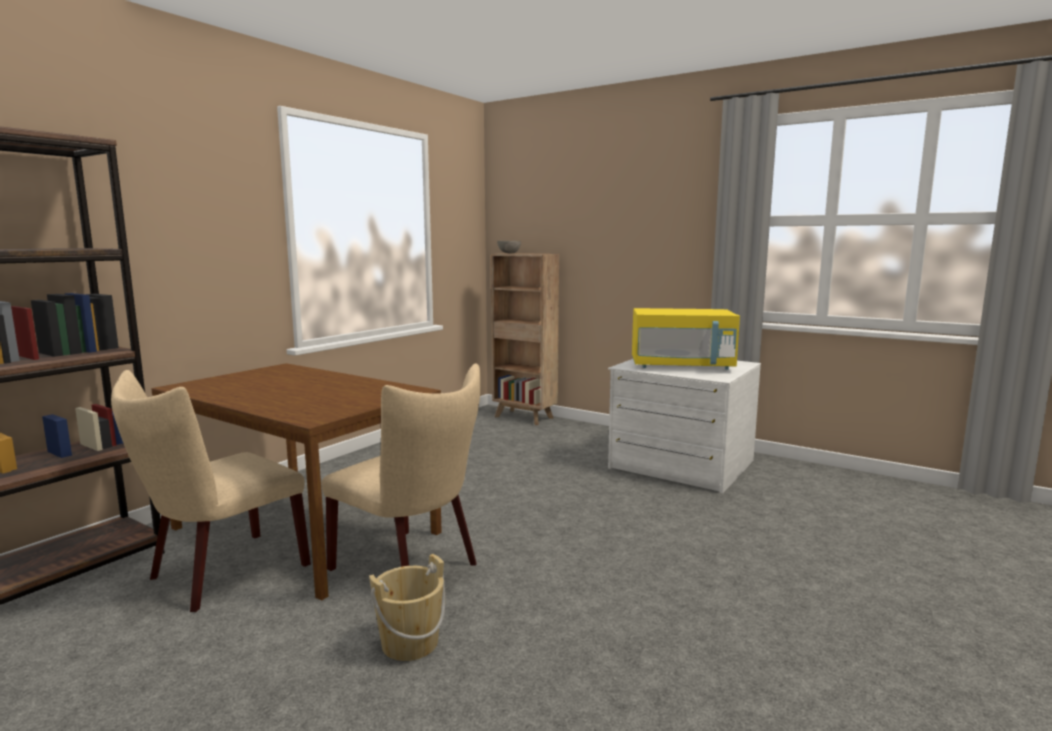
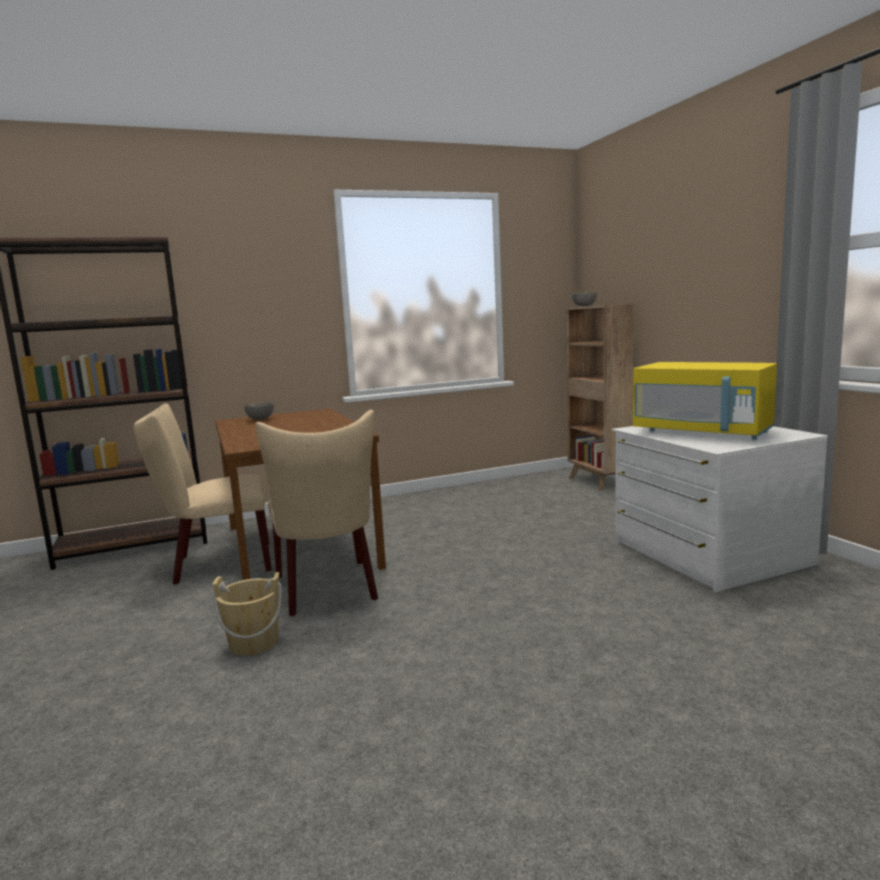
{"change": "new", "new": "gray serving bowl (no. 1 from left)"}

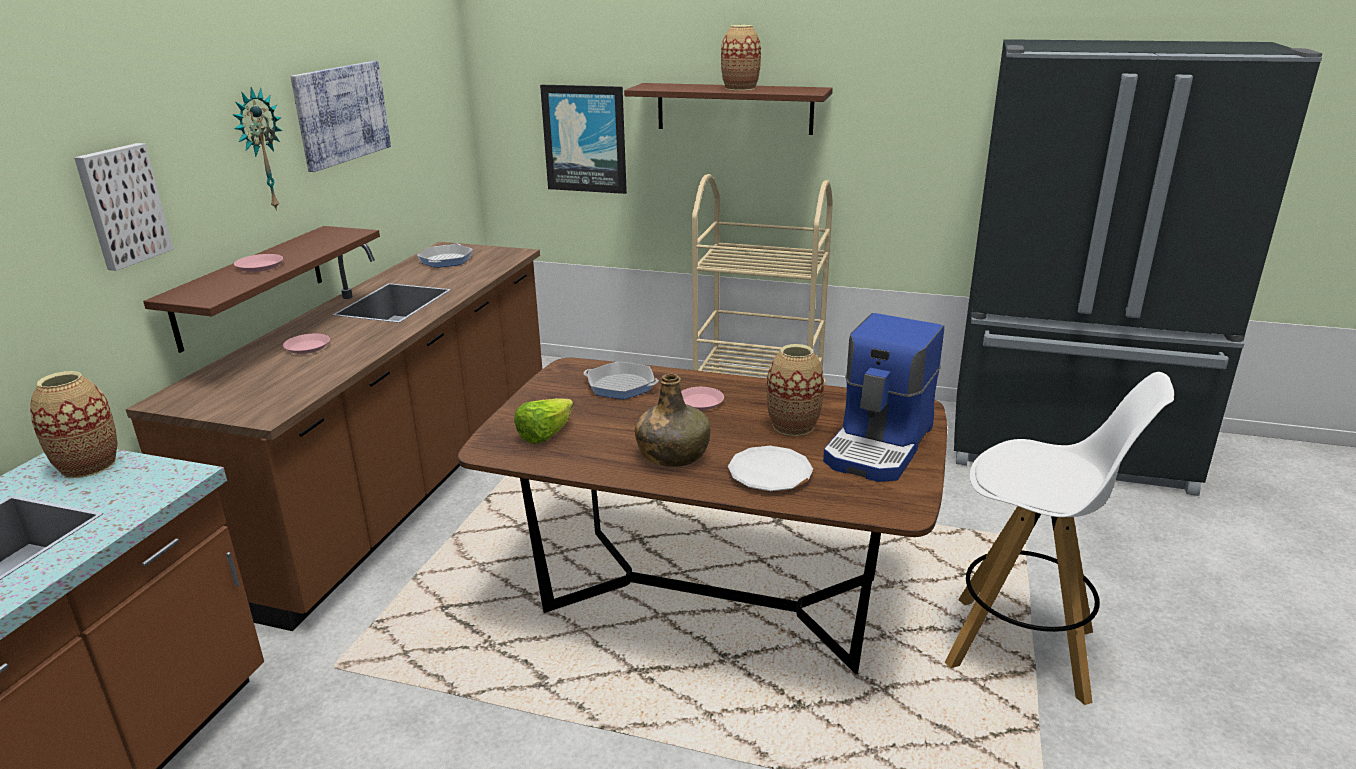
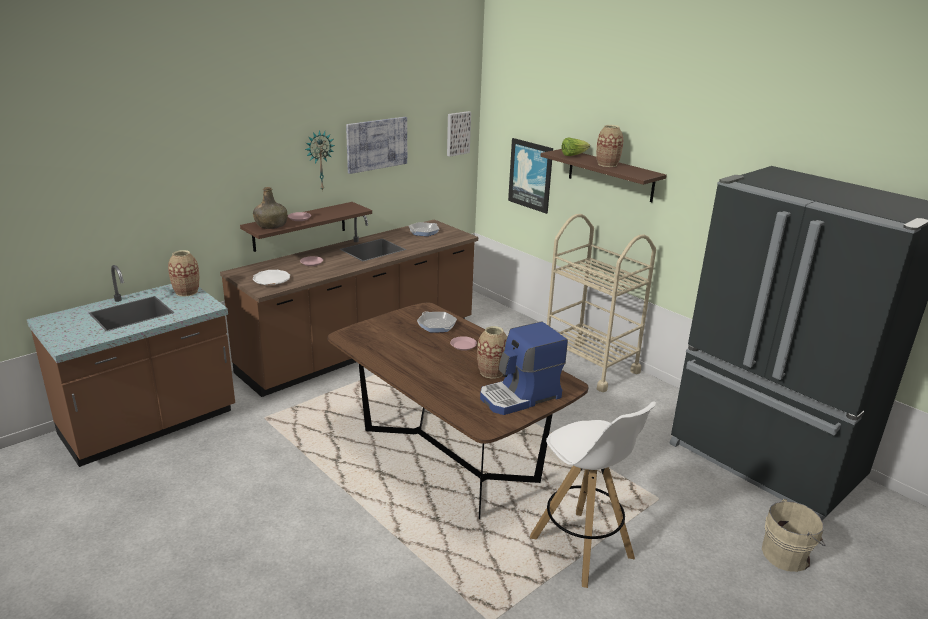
{"change": "shifted", "old": "wall art (no. 1 from left in the first image)", "new": "wall art (no. 2 from left)"}
{"change": "shifted", "old": "head of lettuce"}
{"change": "shifted", "old": "greenish drink bottle"}
{"change": "shifted", "old": "whitish flat dish"}
{"change": "new", "new": "sand-coloured water bucket"}

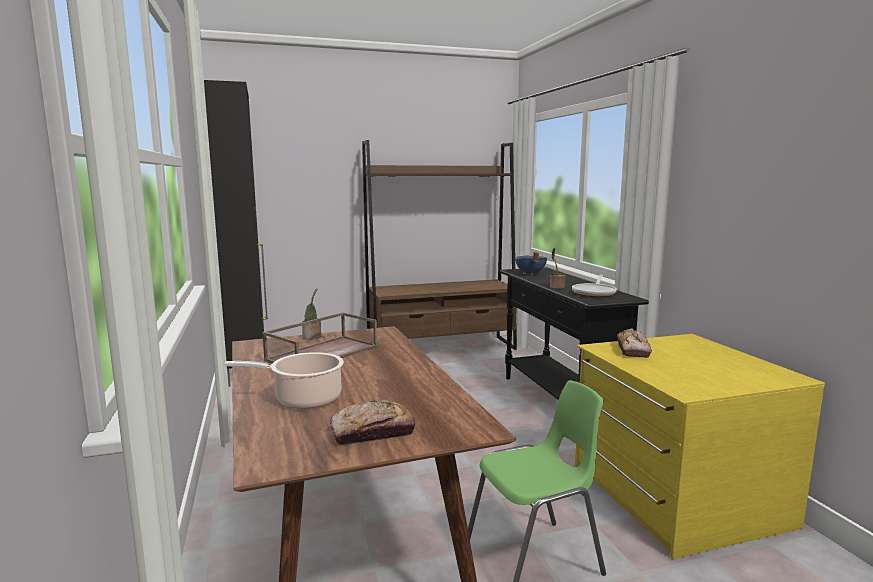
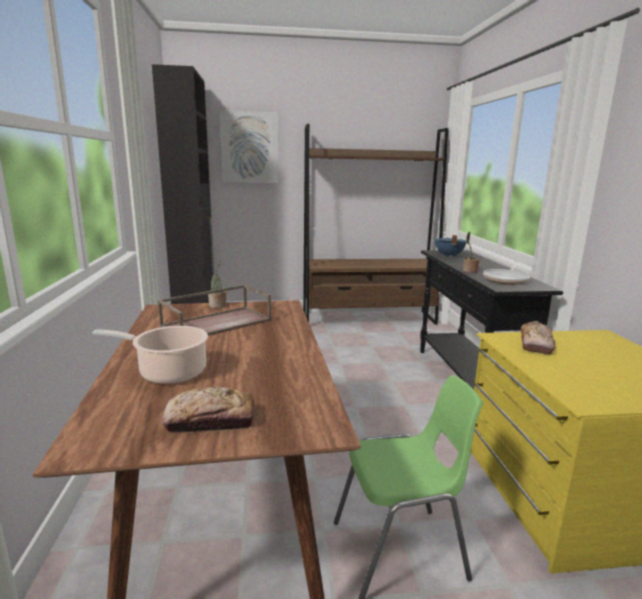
{"change": "new", "new": "wall art"}

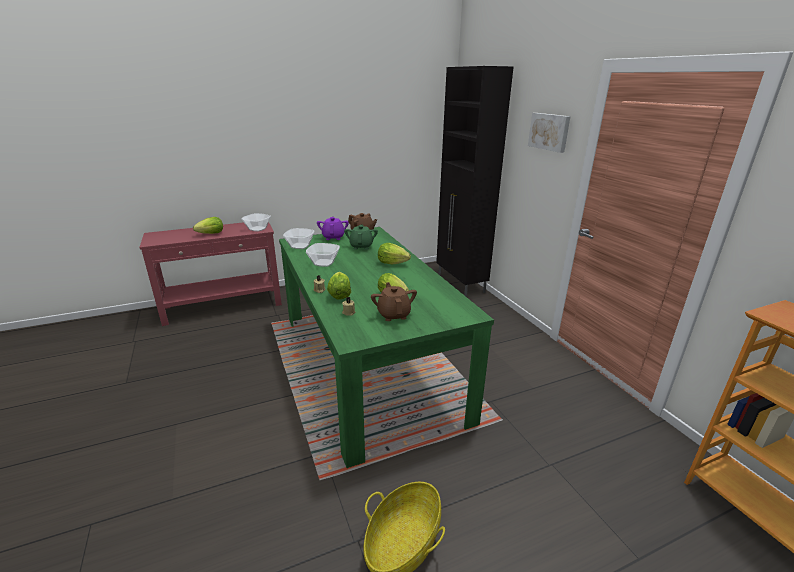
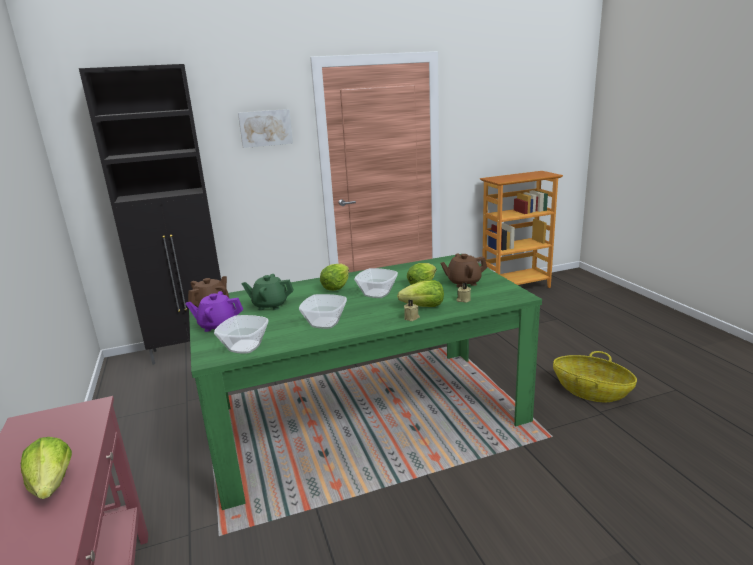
{"change": "shifted", "old": "serving bowl (no. 1 from left in the first image)", "new": "serving bowl (no. 3 from left)"}

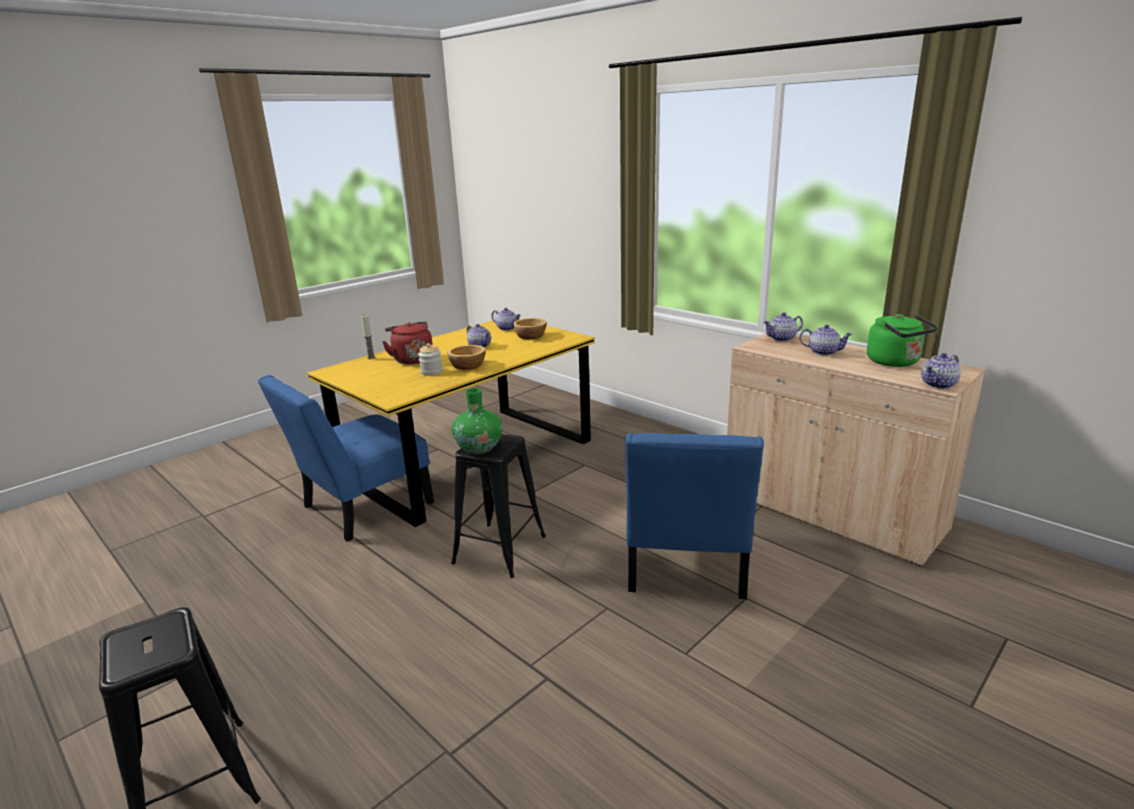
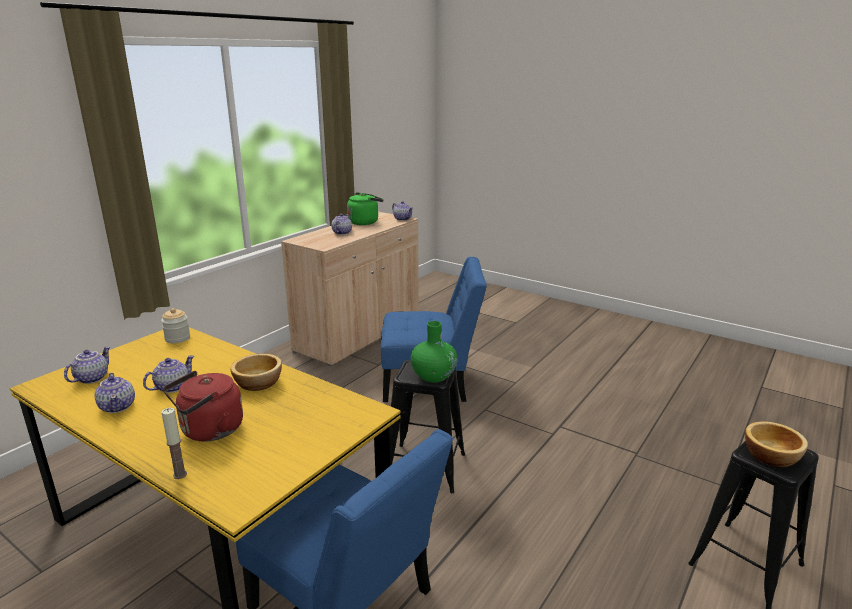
{"change": "shifted", "old": "storage jar"}
{"change": "shifted", "old": "serving bowl (no. 2 from left)"}
{"change": "shifted", "old": "pot for tea (no. 3 from left in the first image)", "new": "pot for tea (no. 2 from left)"}

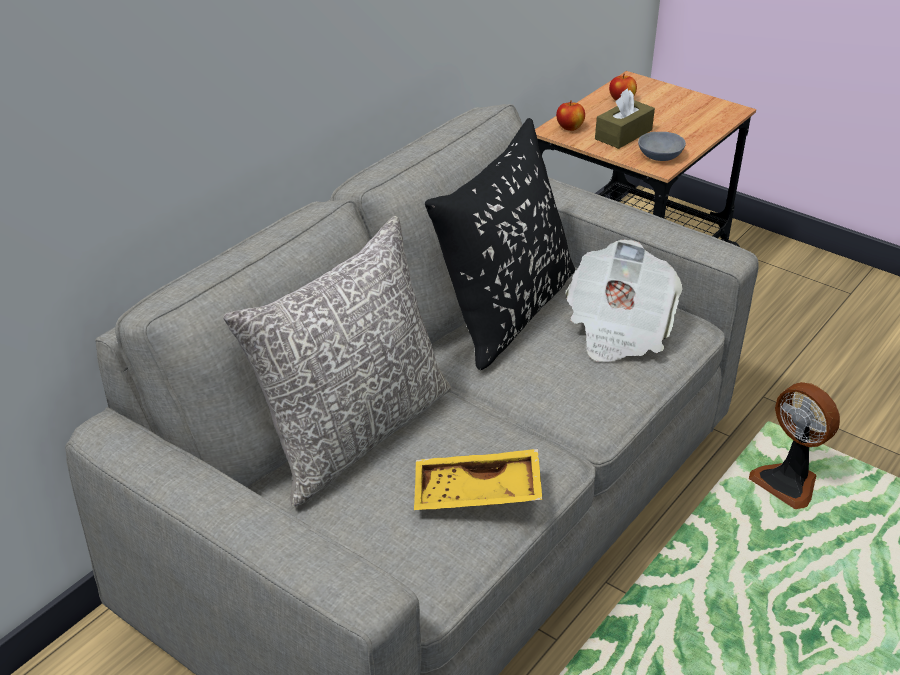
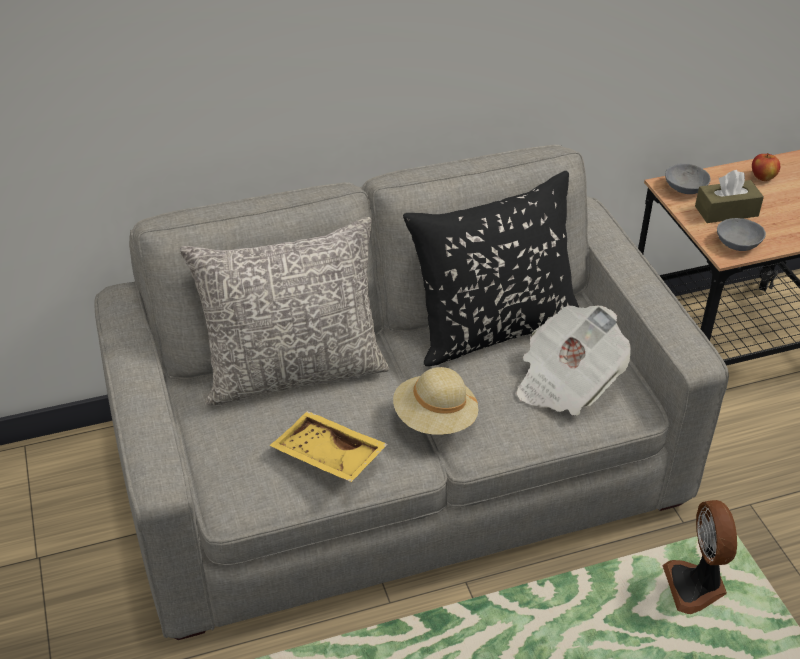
{"change": "swapped", "old": "apple (no. 1 from left)", "new": "gray serving bowl (no. 1 from left)"}
{"change": "new", "new": "sand-coloured hat"}

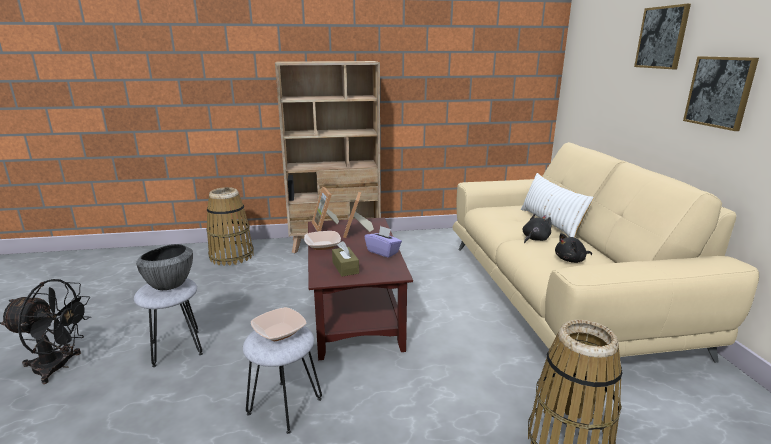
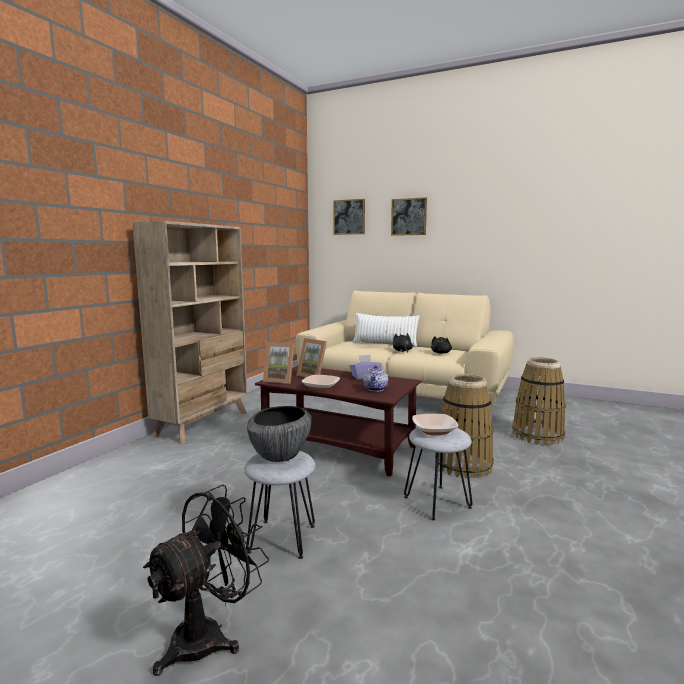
{"change": "shifted", "old": "storage basket (no. 1 from left)"}
{"change": "swapped", "old": "brown-coloured box of tissues", "new": "pot for tea"}
{"change": "shifted", "old": "wall art (no. 2 from left in the first image)", "new": "wall art (no. 1 from left)"}

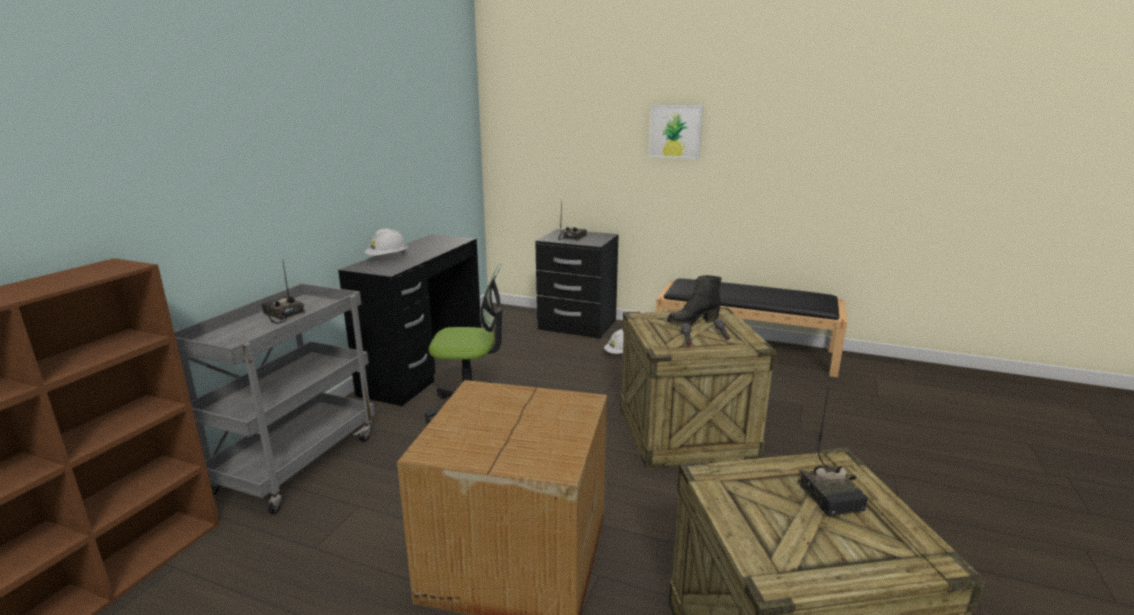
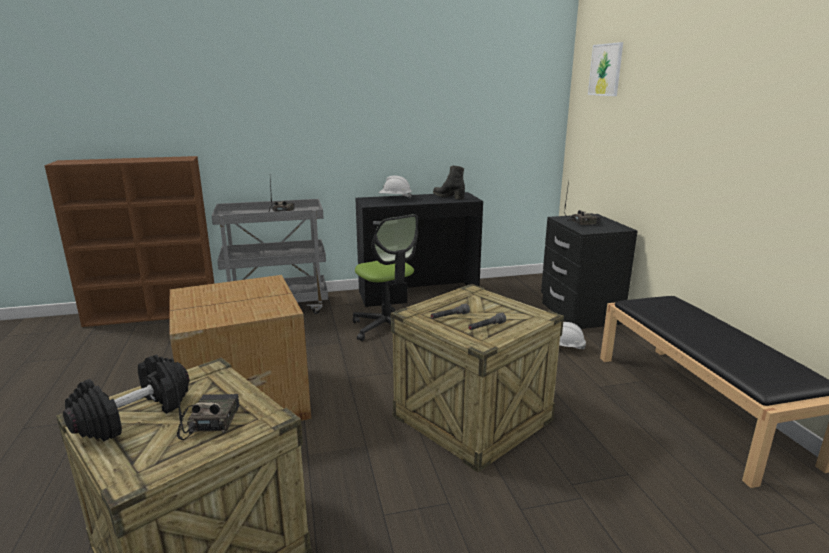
{"change": "shifted", "old": "wall art"}
{"change": "shifted", "old": "black boot"}
{"change": "rotated", "old": "radio (no. 3 from left in the first image)", "degrees": 135}
{"change": "new", "new": "black hand weight"}

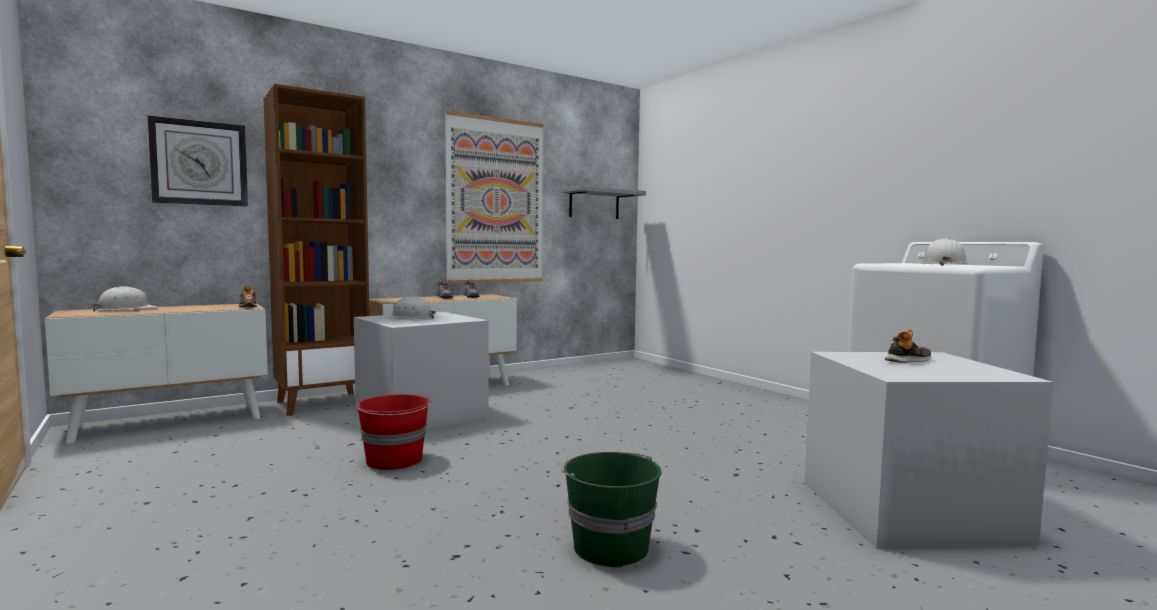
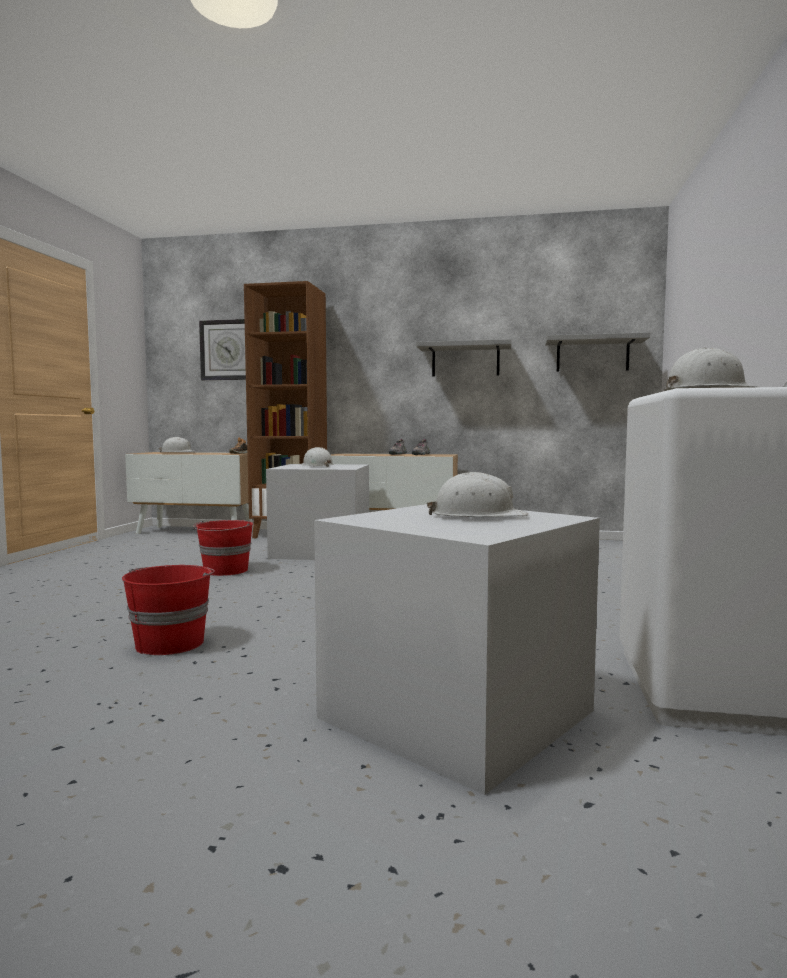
{"change": "swapped", "old": "wall art", "new": "gray shelf (no. 1 from left)"}
{"change": "repainted", "old": "greenish water bucket", "new": "red-coloured water bucket (no. 1 from left)"}
{"change": "swapped", "old": "low shoe (no. 4 from left)", "new": "whitish hard hat (no. 3 from left)"}

